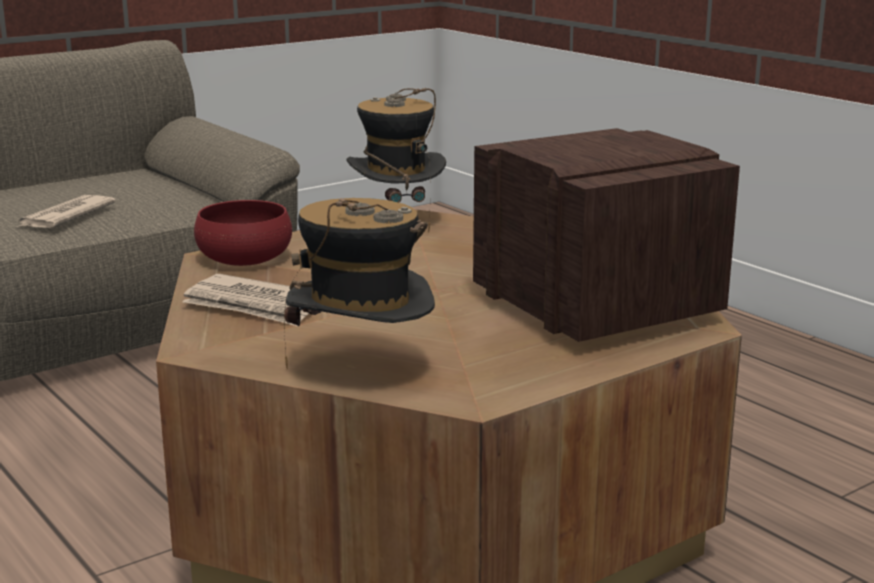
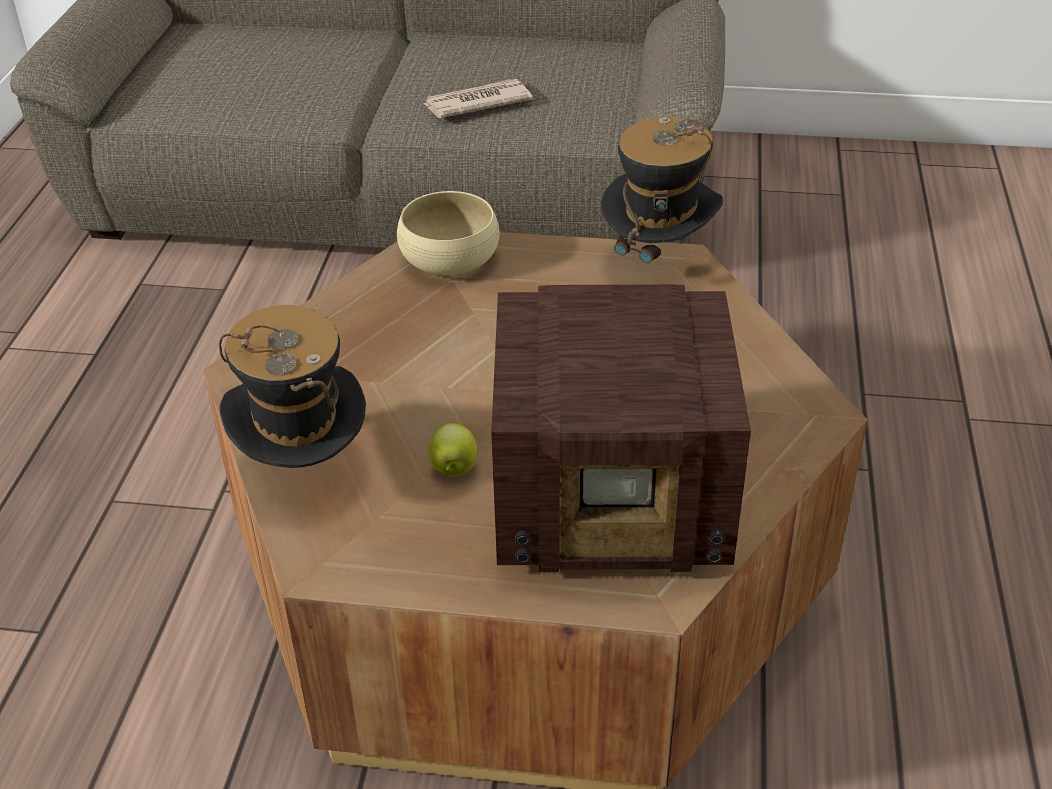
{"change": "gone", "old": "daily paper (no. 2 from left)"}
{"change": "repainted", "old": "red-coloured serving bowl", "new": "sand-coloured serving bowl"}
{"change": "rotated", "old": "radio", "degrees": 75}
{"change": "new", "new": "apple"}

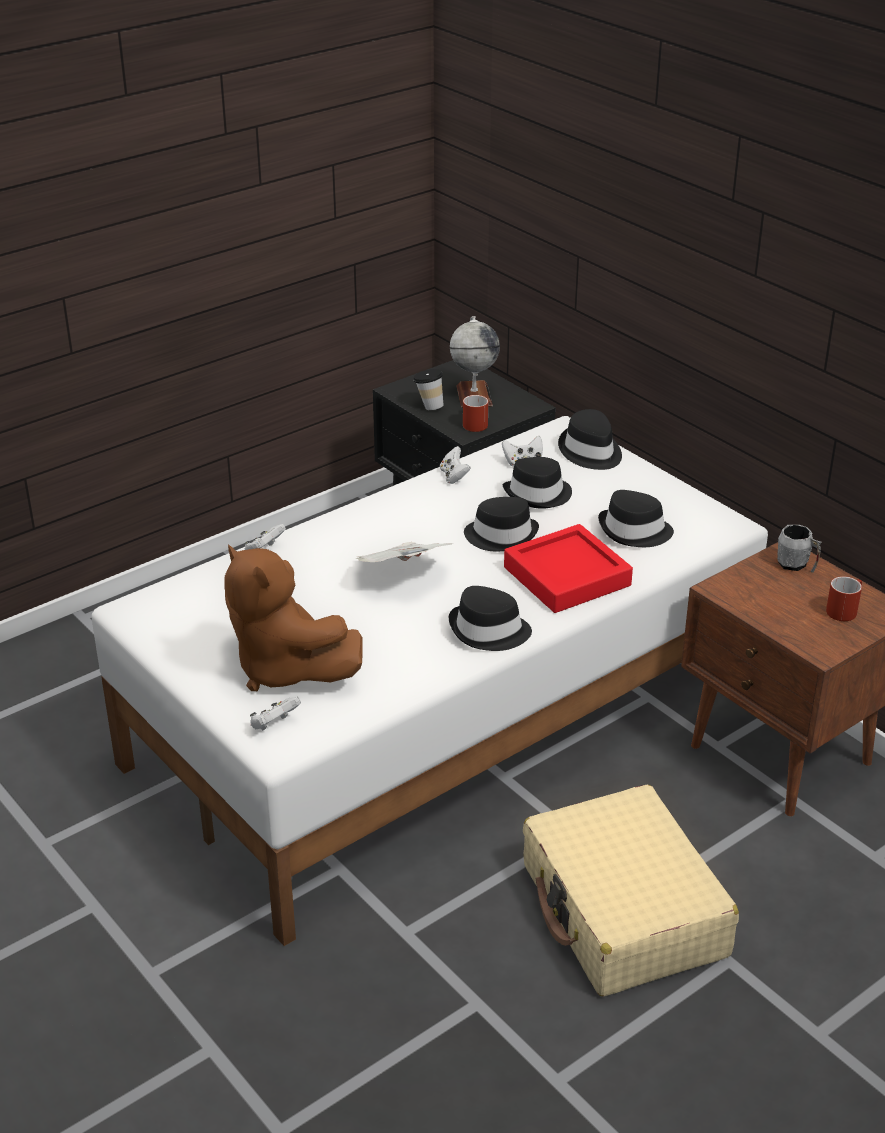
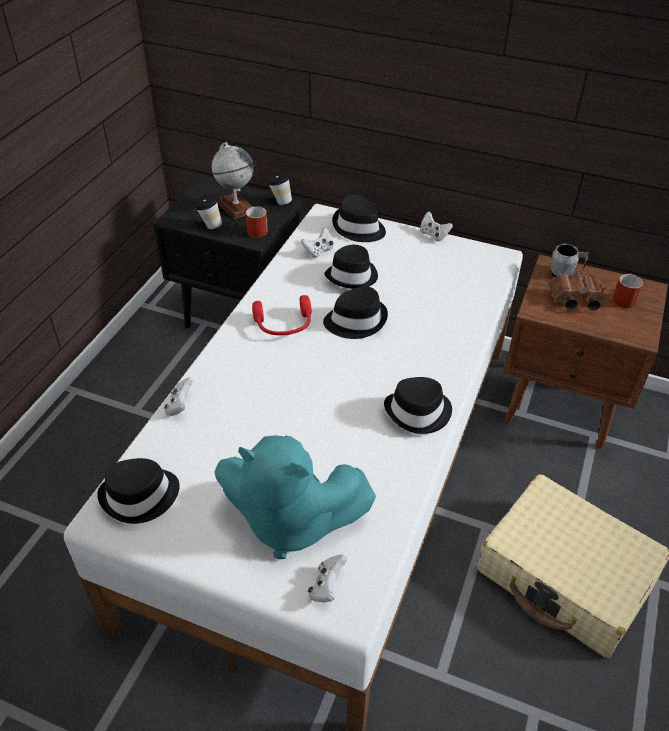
{"change": "repainted", "old": "brown-coloured soft toy", "new": "turquoise-coloured soft toy"}
{"change": "gone", "old": "daily paper"}
{"change": "shifted", "old": "whitish gamepad (no. 3 from left in the first image)", "new": "whitish gamepad (no. 4 from left)"}
{"change": "gone", "old": "red-coloured serving tray"}
{"change": "shifted", "old": "black hat (no. 5 from left in the first image)", "new": "black hat (no. 1 from left)"}
{"change": "new", "new": "red-coloured headphones"}
{"change": "new", "new": "cup (no. 2 from left)"}
{"change": "new", "new": "brown-coloured binoculars"}

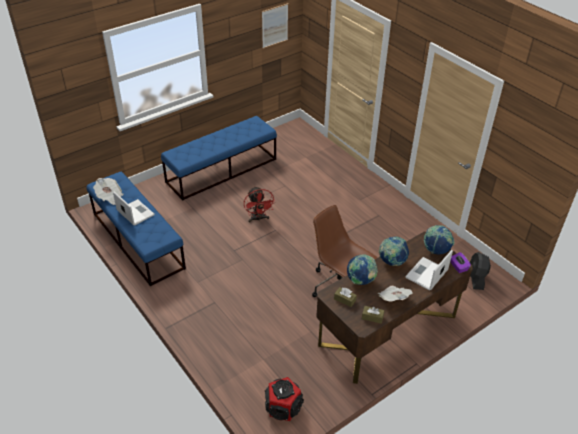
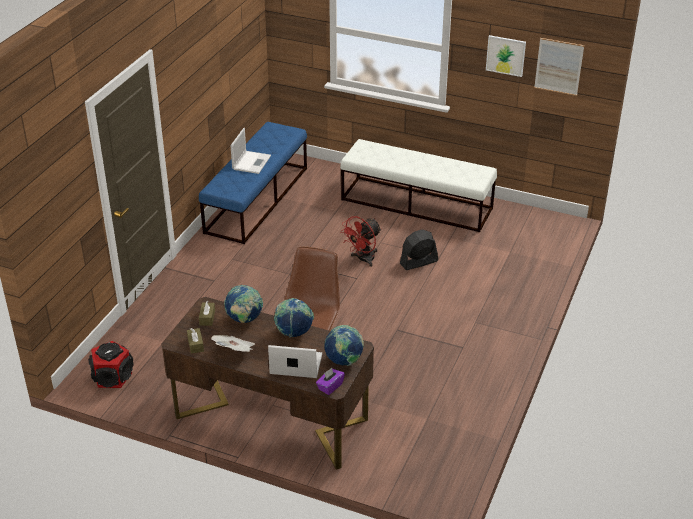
{"change": "gone", "old": "daily paper (no. 1 from left)"}
{"change": "repainted", "old": "blue-coloured bench (no. 2 from left)", "new": "whitish bench"}
{"change": "shifted", "old": "black fan"}
{"change": "new", "new": "wall art (no. 1 from left)"}

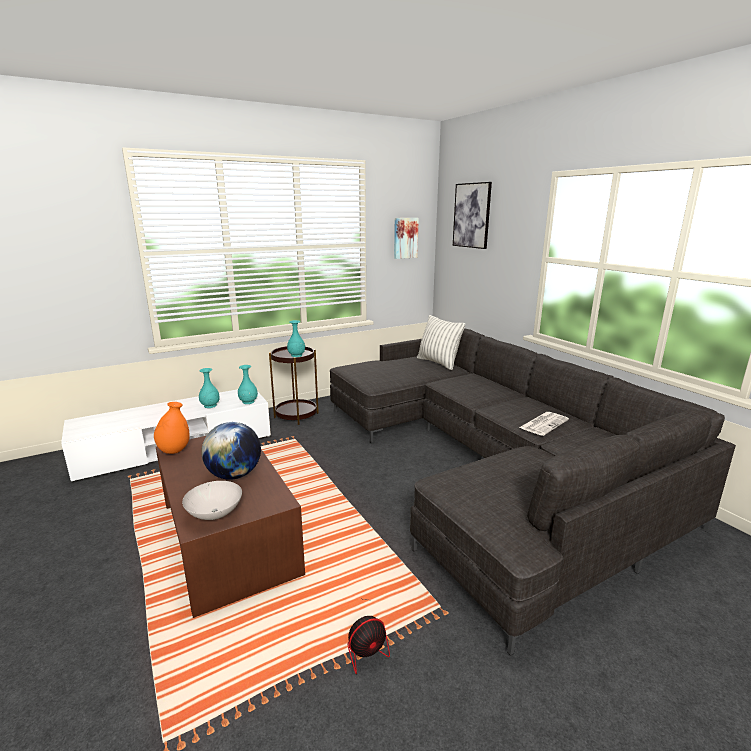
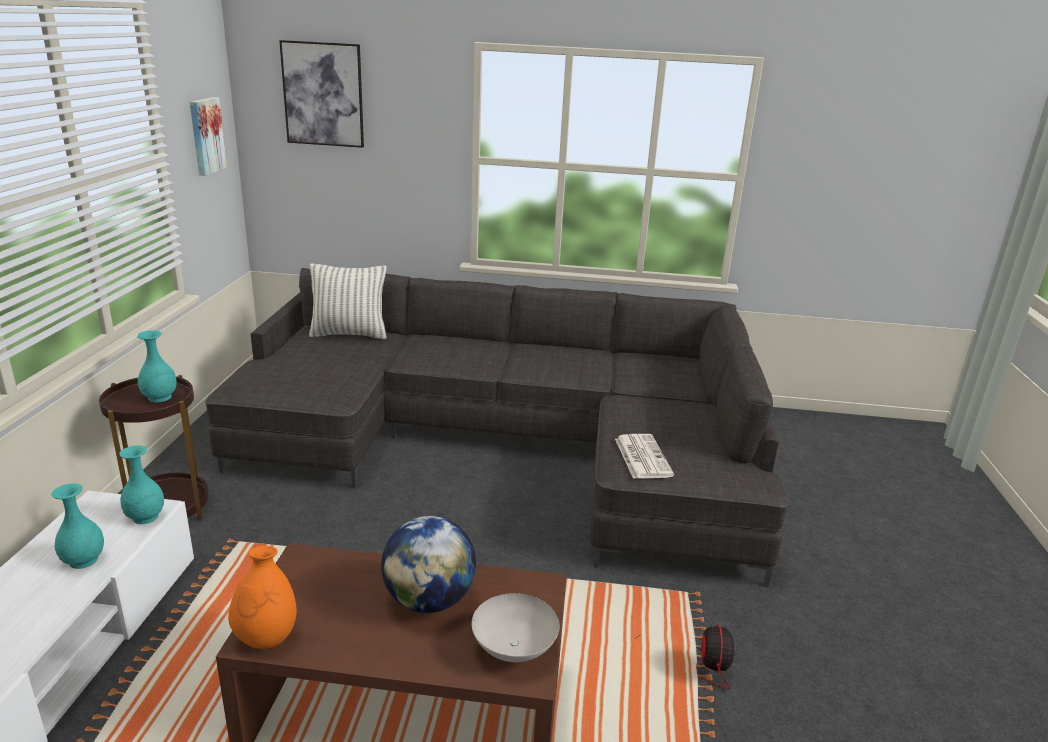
{"change": "shifted", "old": "daily paper"}

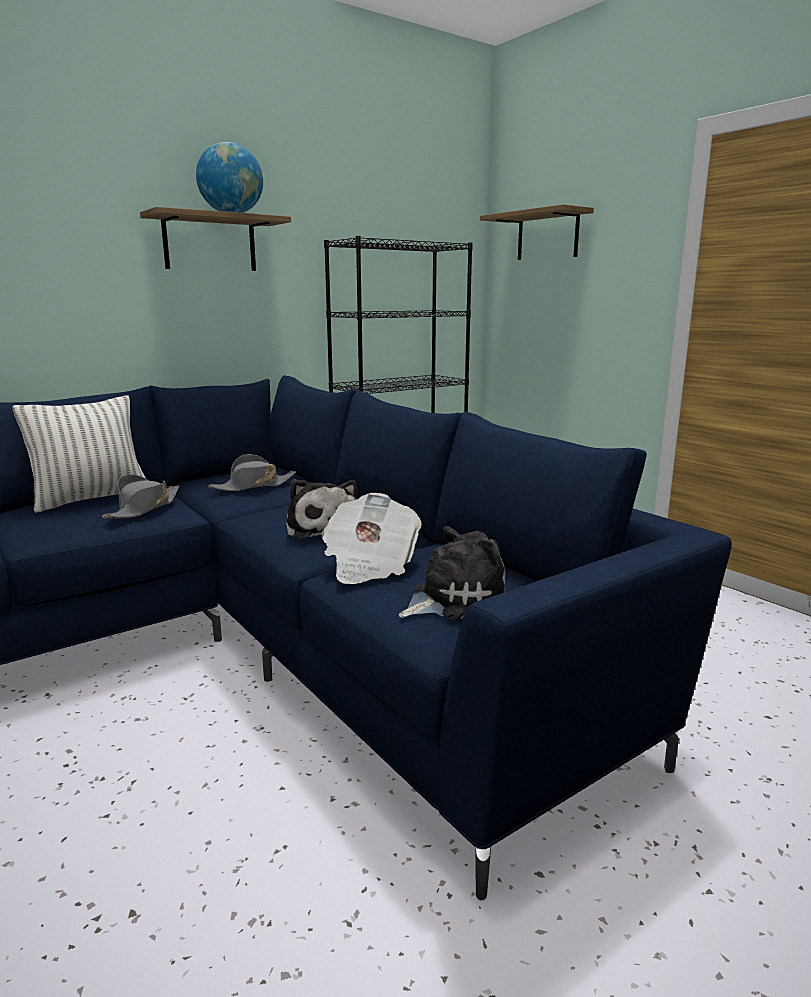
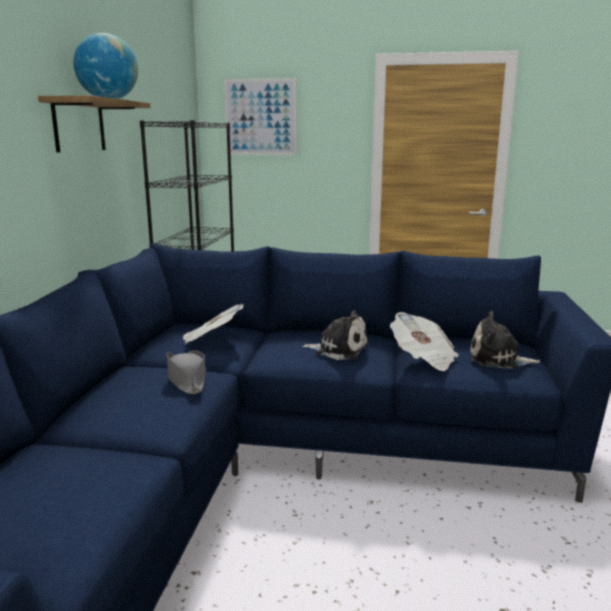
{"change": "gone", "old": "throw pillow"}
{"change": "swapped", "old": "gray hat (no. 2 from left)", "new": "daily paper (no. 1 from left)"}
{"change": "rotated", "old": "soft toy (no. 2 from left)", "degrees": -90}
{"change": "swapped", "old": "shelf (no. 2 from left)", "new": "wall art"}

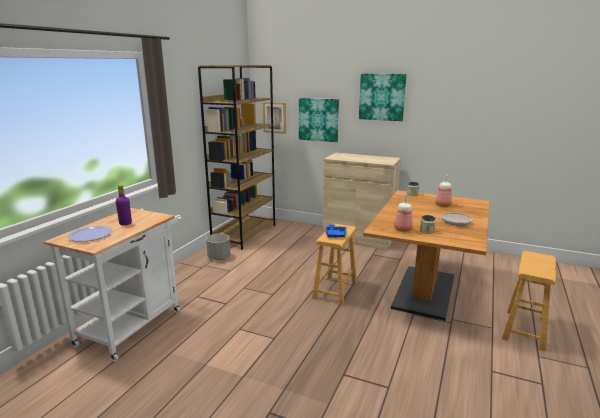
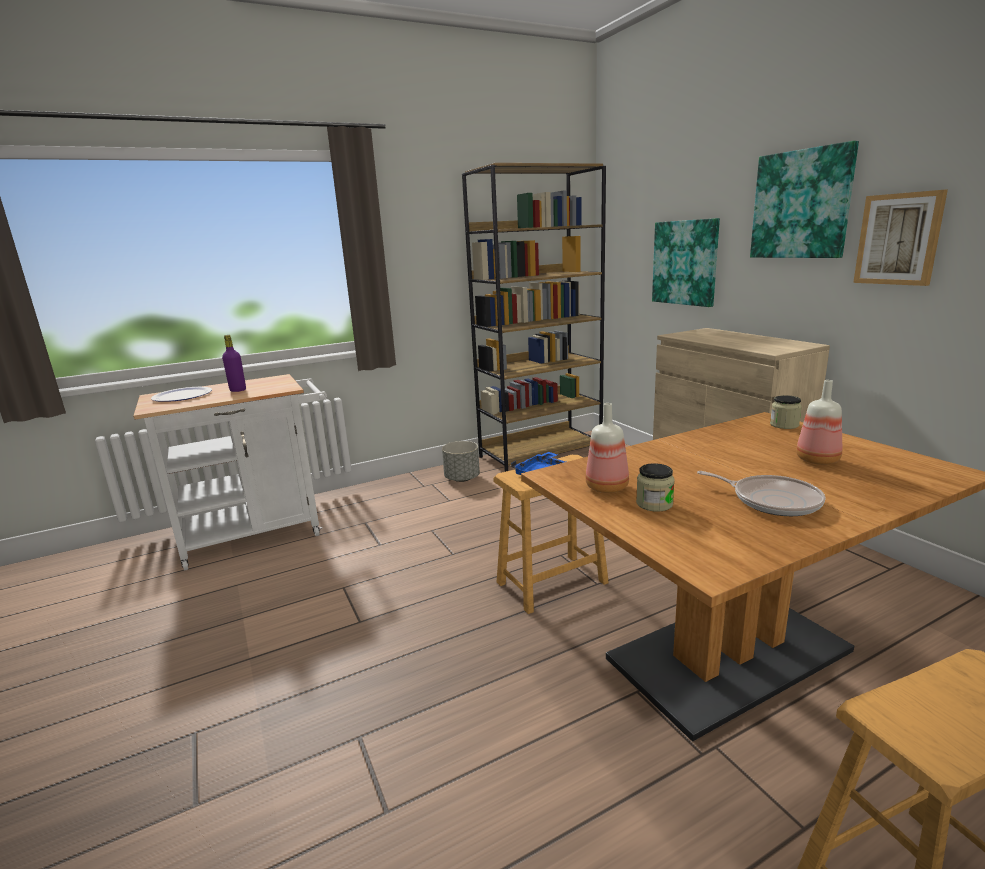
{"change": "shifted", "old": "wall art (no. 1 from left in the first image)", "new": "wall art (no. 3 from left)"}

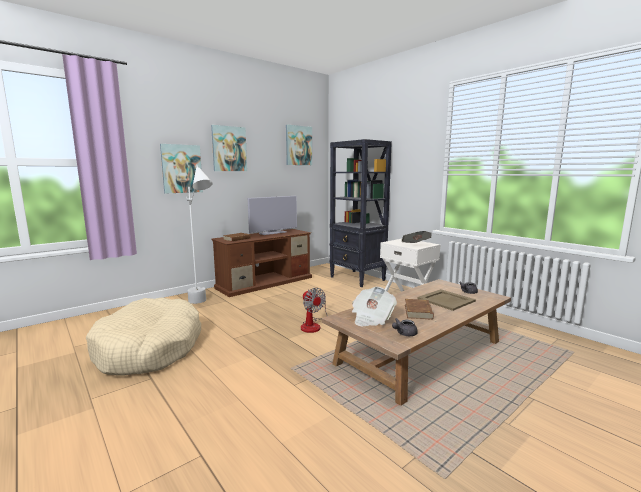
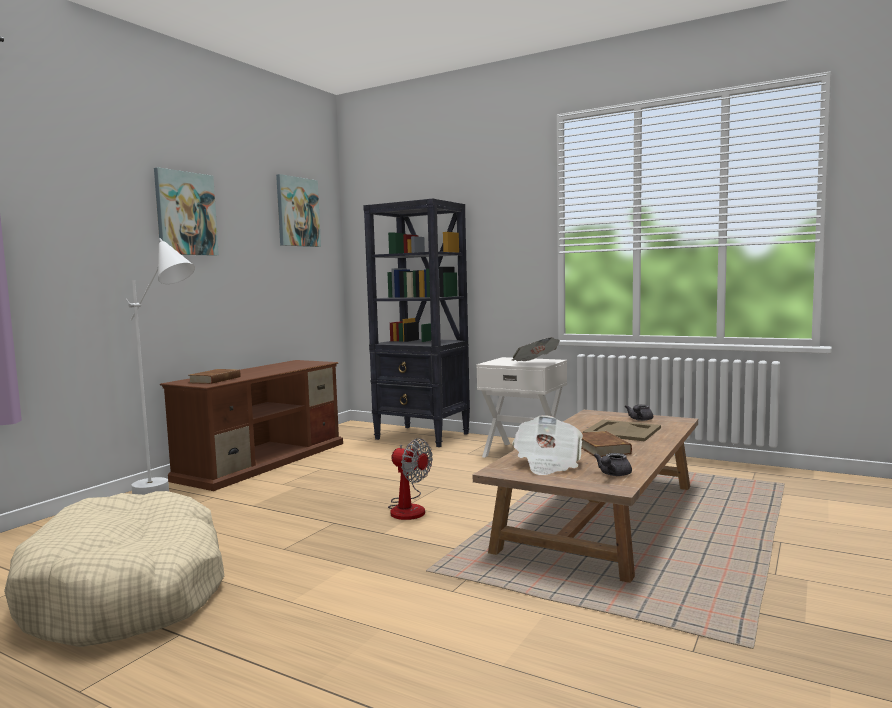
{"change": "gone", "old": "wall art (no. 1 from left)"}
{"change": "gone", "old": "TV set"}

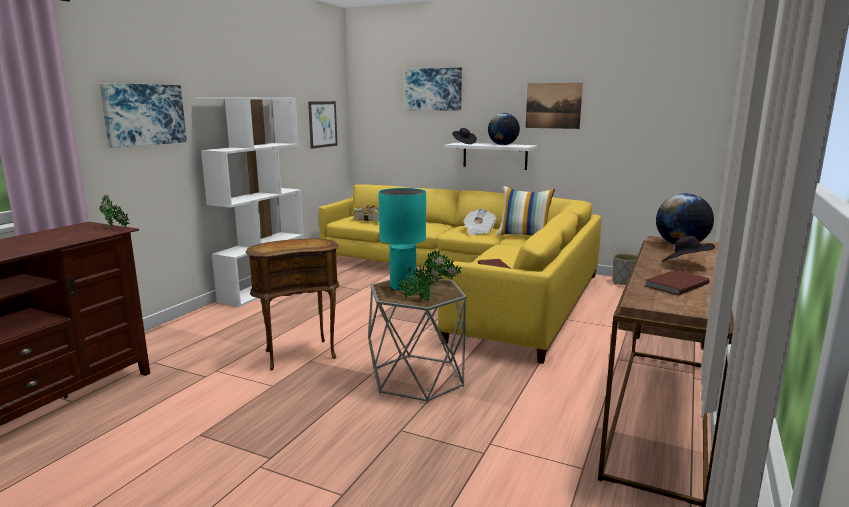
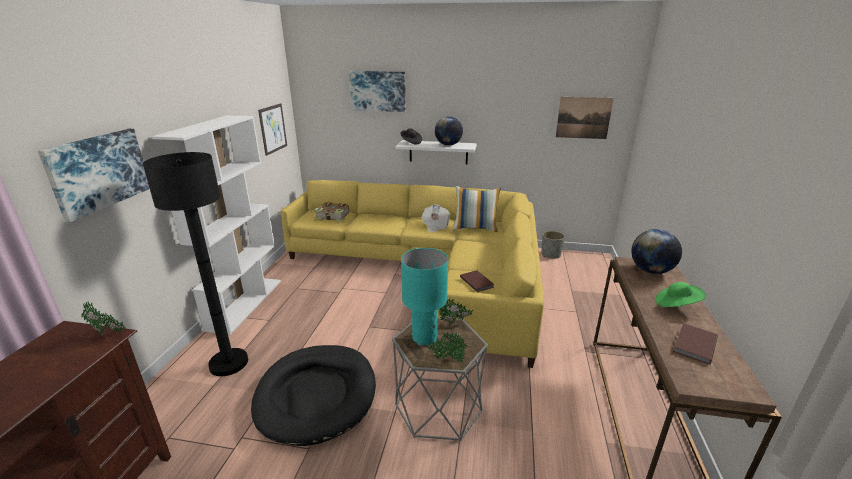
{"change": "swapped", "old": "brown-coloured side table", "new": "black dog bed"}
{"change": "shifted", "old": "wall art (no. 4 from left)"}
{"change": "repainted", "old": "black hat (no. 2 from left)", "new": "greenish hat"}
{"change": "new", "new": "black standing lamp"}

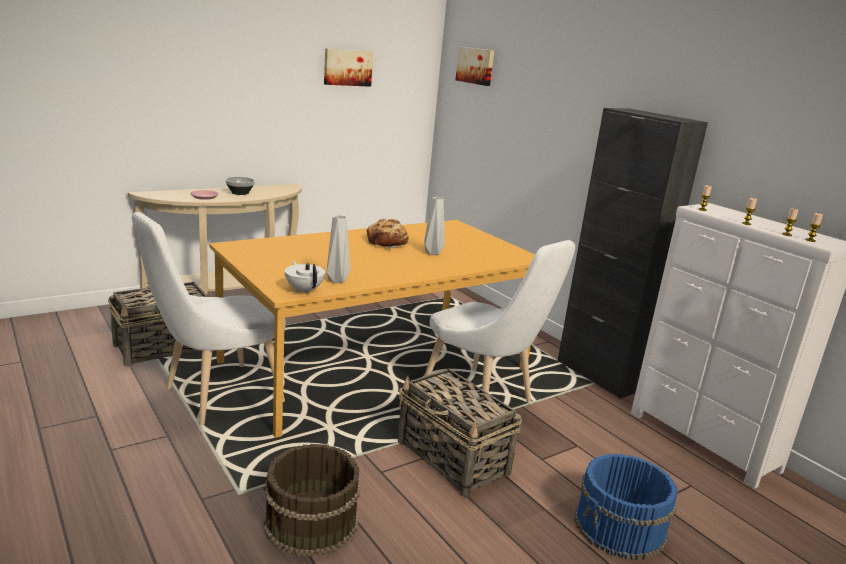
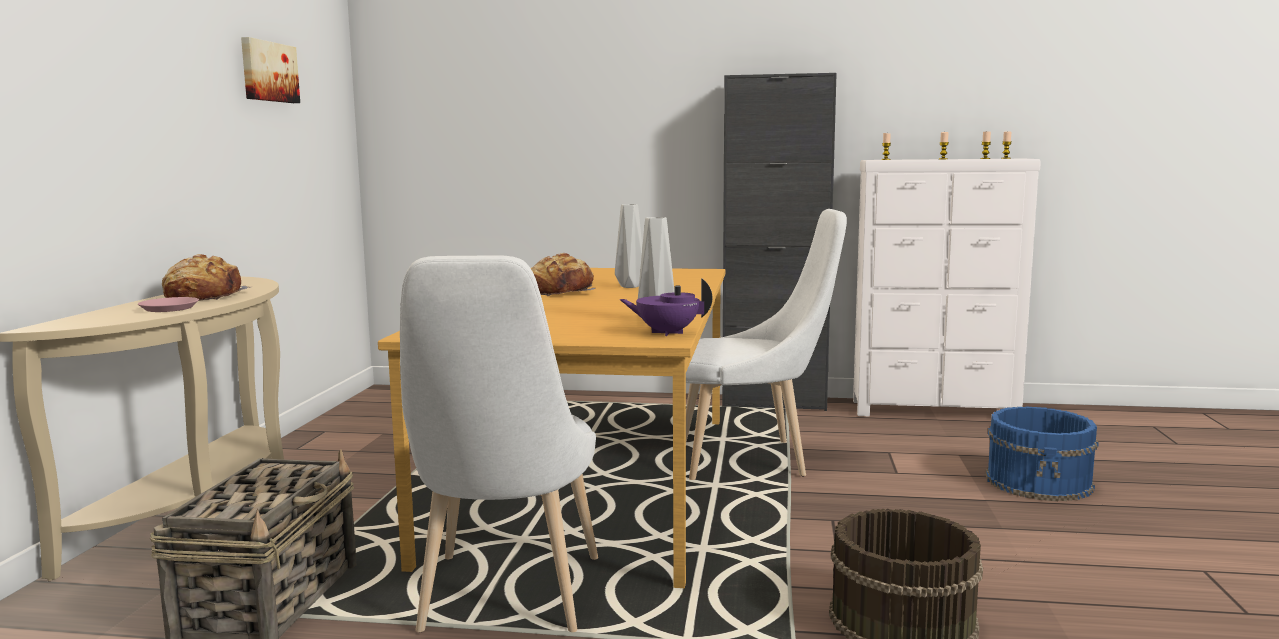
{"change": "swapped", "old": "serving bowl", "new": "bread (no. 1 from left)"}
{"change": "repainted", "old": "whitish pot for tea", "new": "purple-coloured pot for tea"}
{"change": "gone", "old": "storage basket (no. 2 from left)"}
{"change": "gone", "old": "wall art (no. 2 from left)"}

